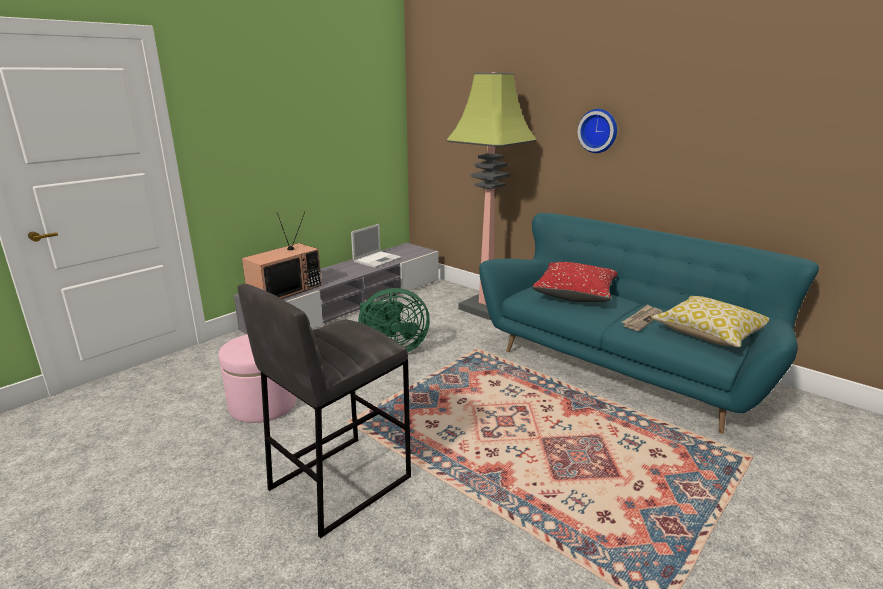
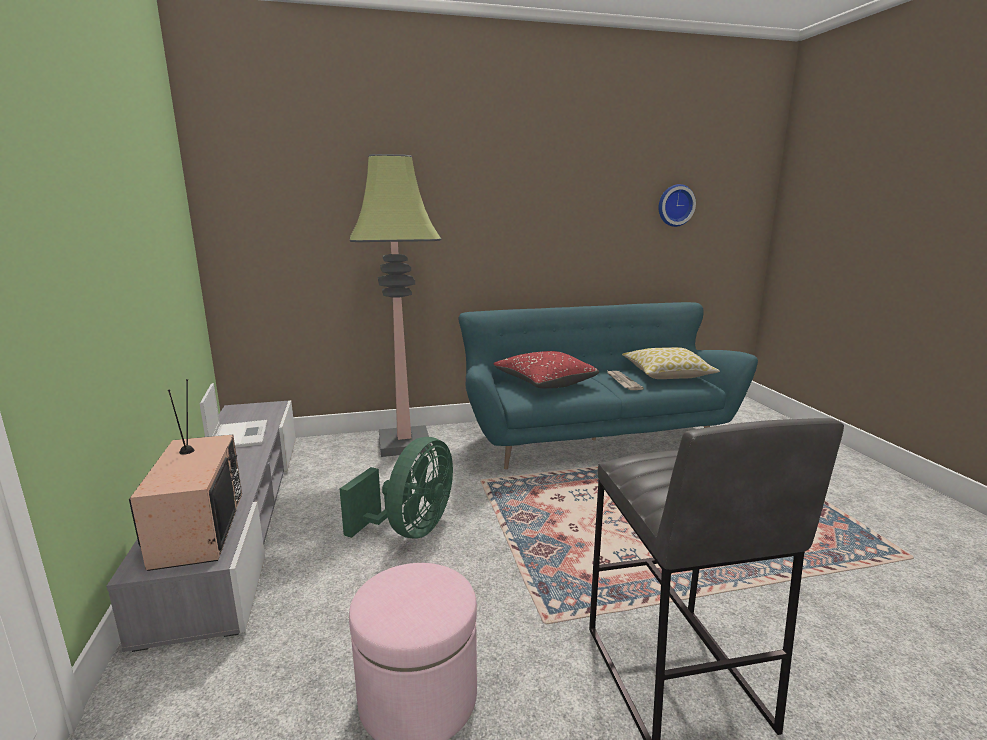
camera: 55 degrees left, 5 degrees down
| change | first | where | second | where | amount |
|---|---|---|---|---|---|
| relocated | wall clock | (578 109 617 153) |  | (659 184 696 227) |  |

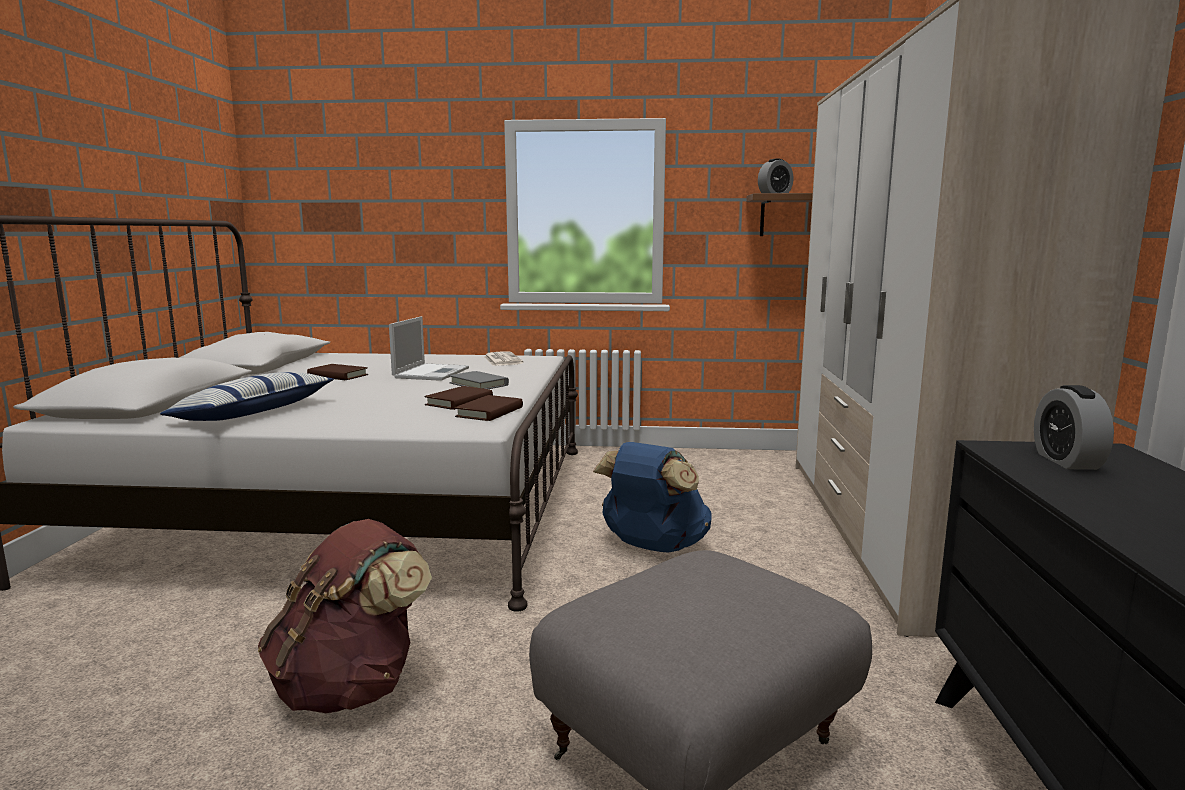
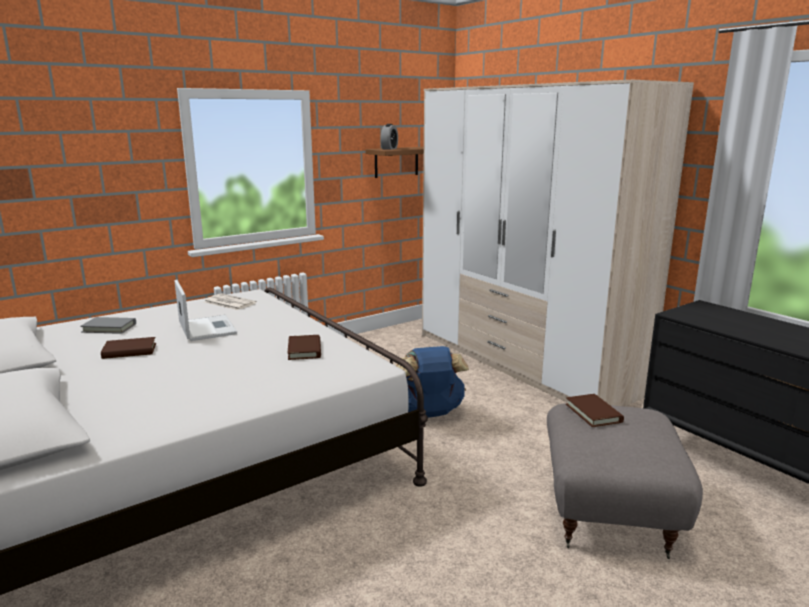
camera: 40 degrees left, 5 degrees up
| change | first | where | second | where | amount |
|---|---|---|---|---|---|
| relocated | grey book | (449 371 509 389) |  | (80 317 136 334) |  |
| missing | pillow | (160 372 334 421) |  |  |  |
| missing | alarm clock | (1034 385 1114 470) |  |  |  |
| relocated | brown book | (455 395 523 421) |  | (566 394 624 427) |  |
| missing | brown backpack | (258 519 432 713) |  |  |  |

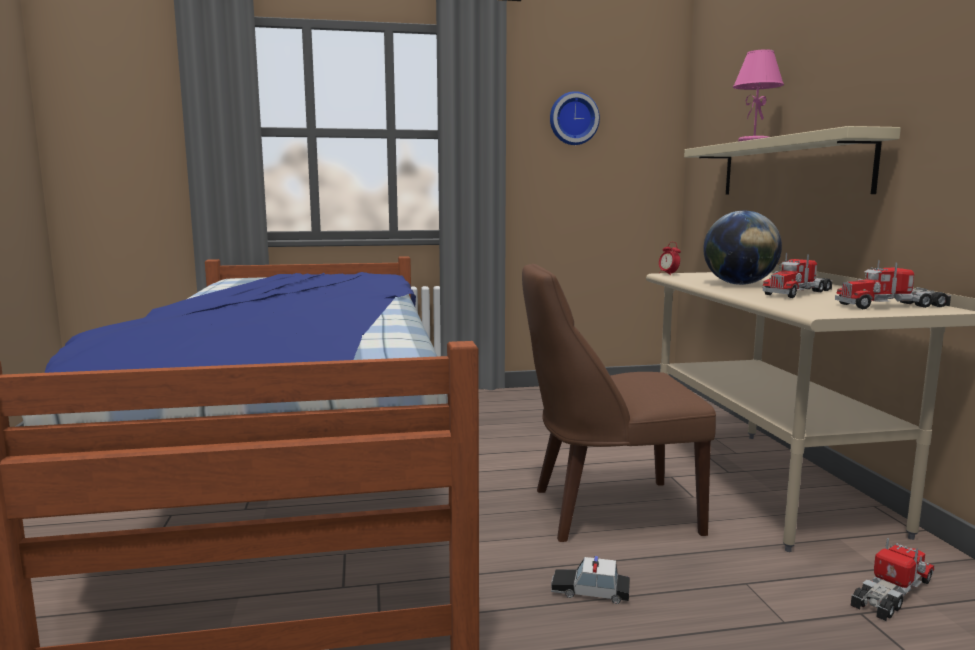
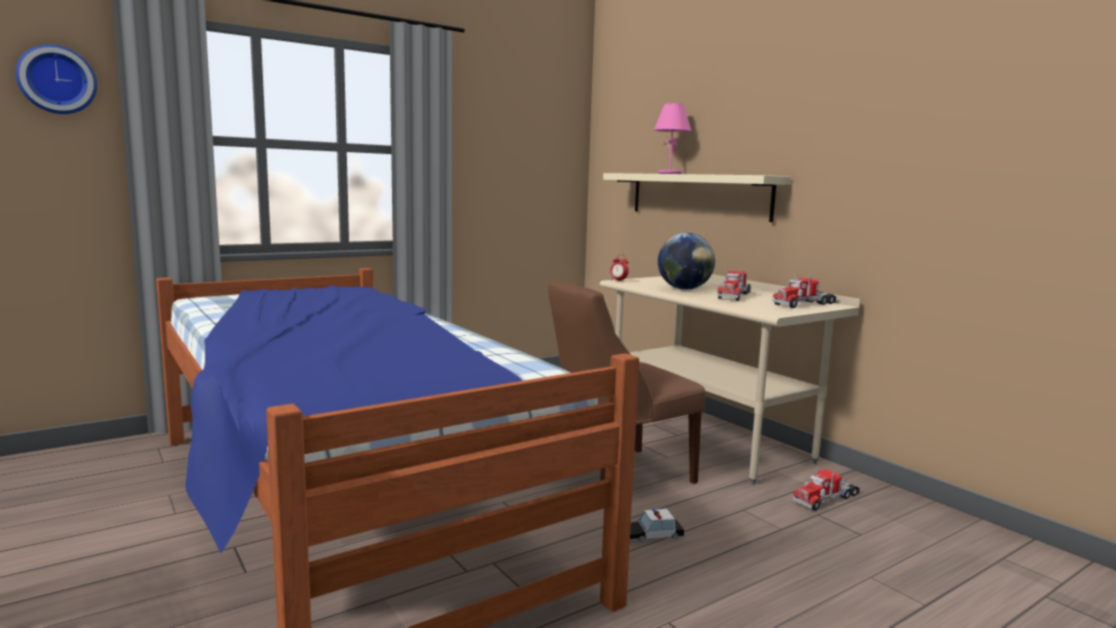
camera: 25 degrees left, 0 degrees up
| change | first | where | second | where | amount |
|---|---|---|---|---|---|
| relocated | wall clock | (550 91 600 145) |  | (16 45 97 114) |  |
| spun | toy truck | (851 538 934 621) |  | (793 467 859 511) | 150 degrees counterclockwise |

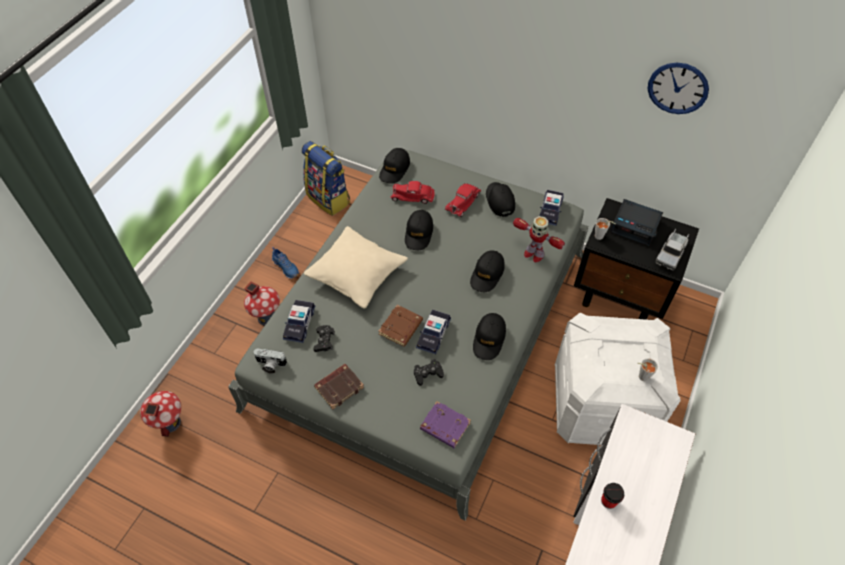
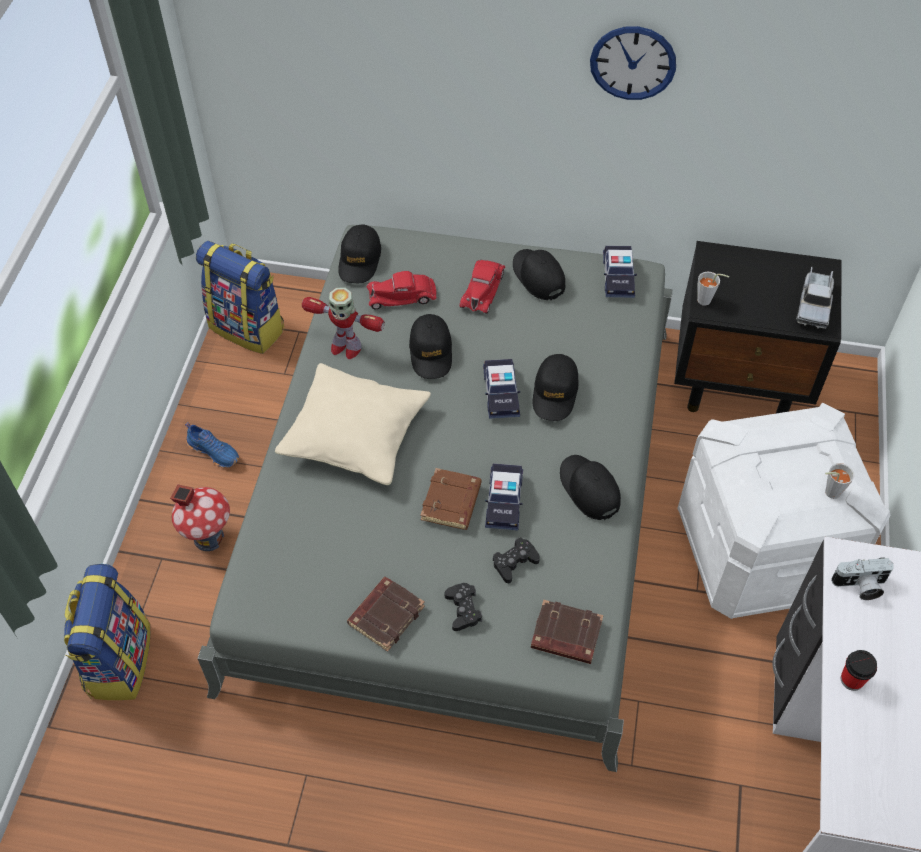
camera: 15 degrees left, 0 degrees up
| change | first | where | second | where | amount |
|---|---|---|---|---|---|
| relocated | wall clock | (648 63 709 114) |  | (590 26 676 100) |  |
| missing | alarm clock | (610 199 663 246) |  |  |  |
| relocated | toy robot | (513 216 565 262) |  | (302 288 385 359) |  |
| relocated | toy car | (283 300 315 343) |  | (483 359 520 419) |  |
| spun | black cap | (473 313 506 360) |  | (560 455 621 521) | 150 degrees clockwise |
| relocated | black game controller | (313 325 335 352) |  | (444 583 482 631) |  |
| relocated | photo camera | (253 349 287 374) |  | (831 557 894 600) |  |
| missing | toy house | (140 391 181 437) |  |  |  |
| colour | purple book | (420 401 471 448) | brown book | (531 600 603 664) |  |
| appeared |  |  | backpack | (64 564 150 700) |  |

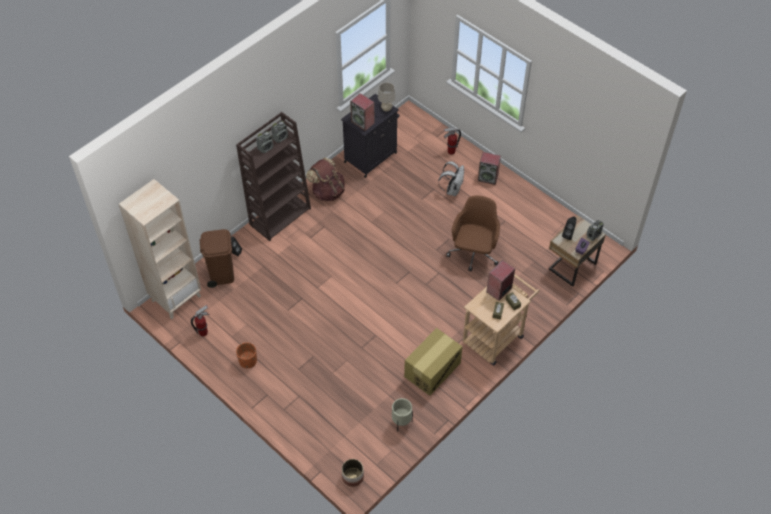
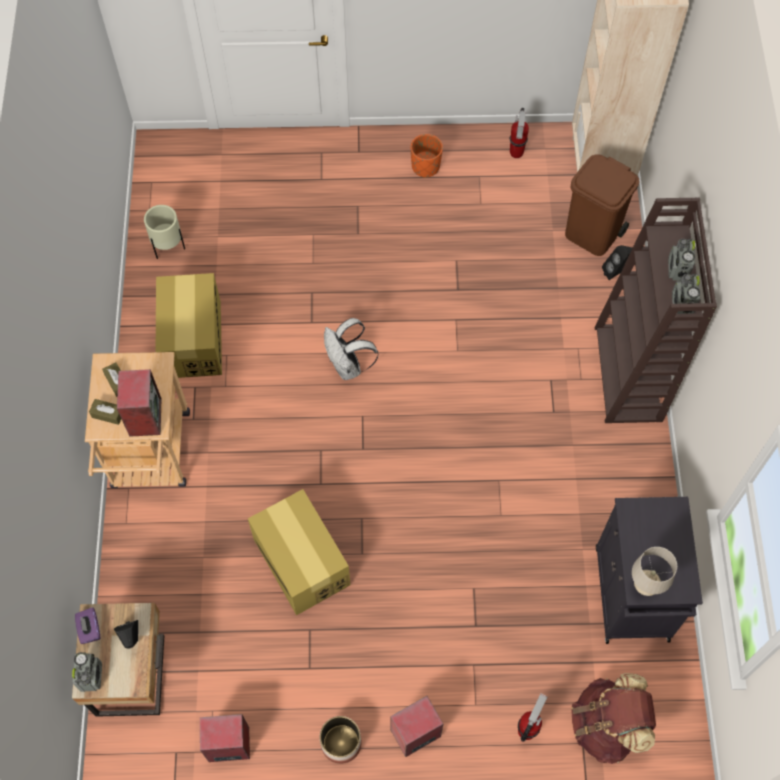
camera: 135 degrees right, 10 degrees up
| change | first | where | second | where | amount |
|---|---|---|---|---|---|
| relocated | speaker | (350 93 375 131) |  | (200 714 250 762) |  |
| relocated | brown backpack | (306 158 345 201) |  | (571 673 656 764) |  |
| relocated | white backpack | (438 161 464 196) |  | (324 318 379 380) |  |
| exchanged | brown office chair | (446 196 500 271) | cardboard box | (248 489 350 615) |  |
| relocated | planter | (342 459 364 487) |  | (320 716 361 764) |  |

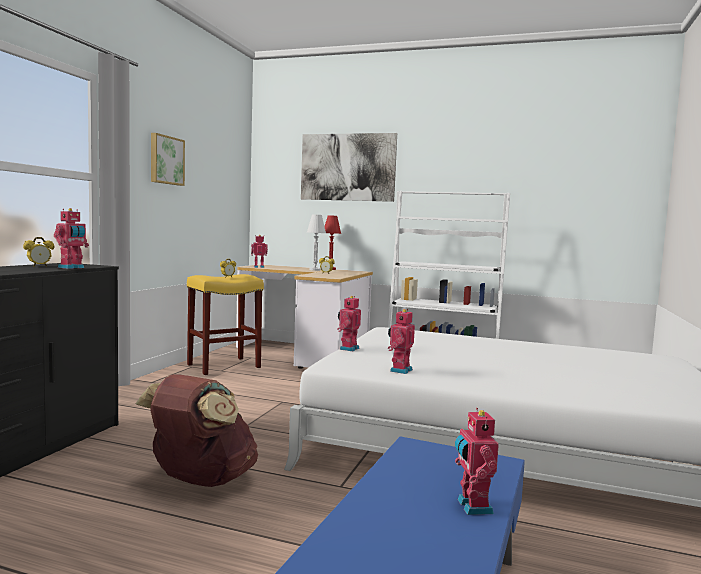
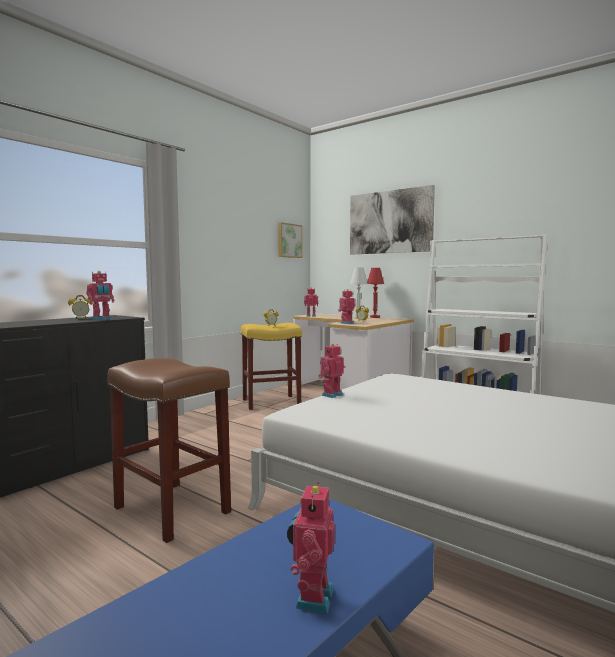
camera: 20 degrees right, 0 degrees up
| change | first | where | second | where | amount |
|---|---|---|---|---|---|
| relocated | picture | (151 133 185 186) |  | (278 222 303 258) |  |
| relocated | toy robot | (388 309 415 374) |  | (338 289 355 324) |  |
| exchanged | brown backpack | (135 374 258 487) | brown stool | (107 358 231 543) |  |

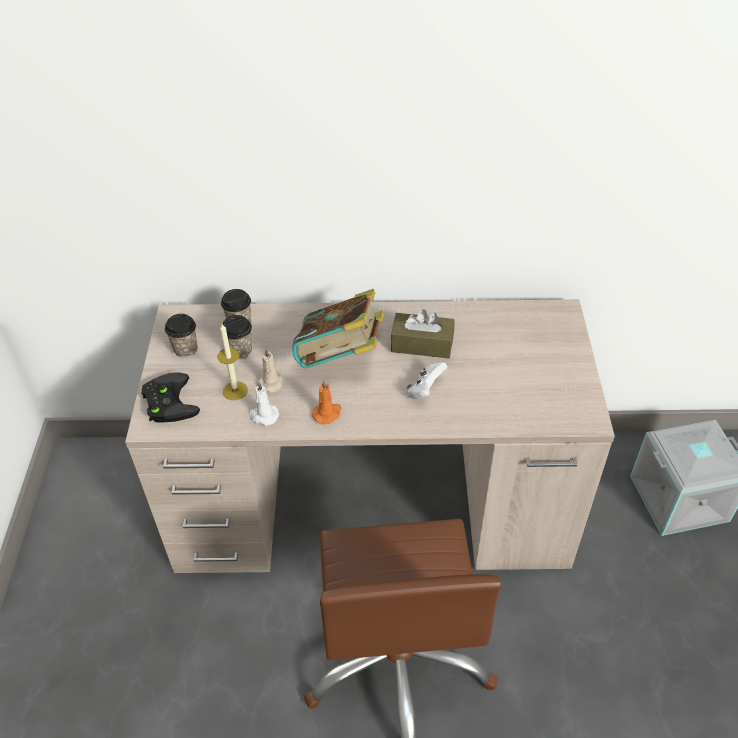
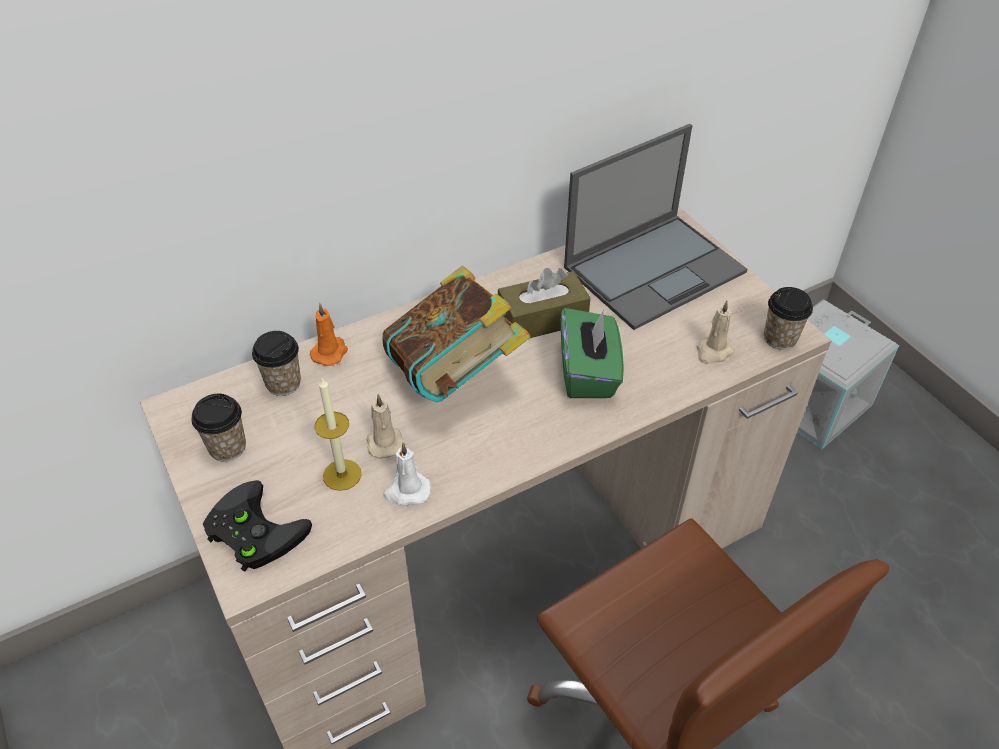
camera: 30 degrees left, 0 degrees up
| change | first | where | second | where | amount |
|---|---|---|---|---|---|
| relocated | cup | (222 315 252 359) |  | (764 287 813 350) |  |
| exchanged | white game controller | (407 362 447 399) | green tissue box | (561 308 624 398) |  |
| relocated | orange candle | (312 380 341 424) |  | (310 303 348 366) |  |
| appeared |  |  | laptop | (564 124 747 330) |  |
| appeared |  |  | beige candle | (697 301 735 364) |  |

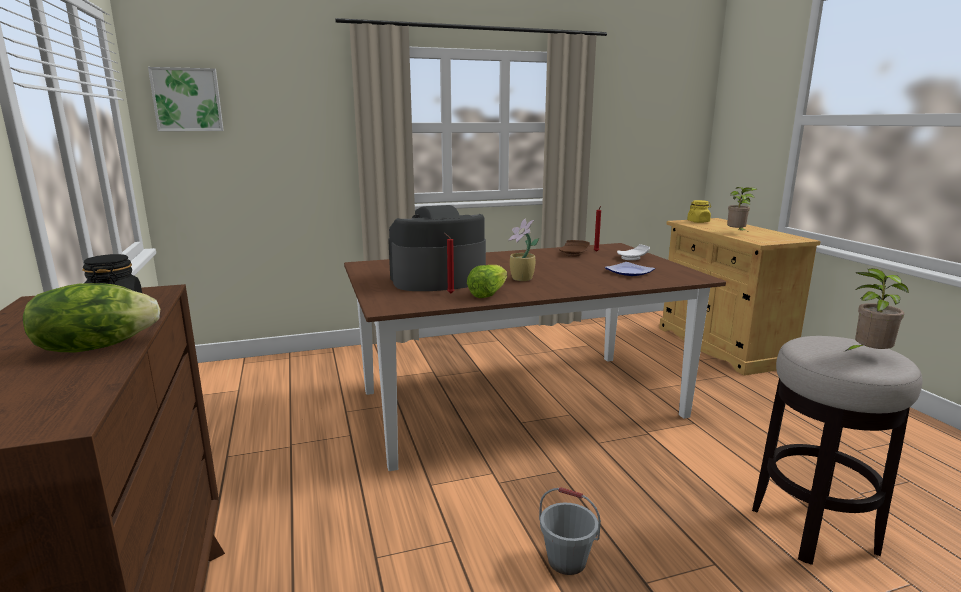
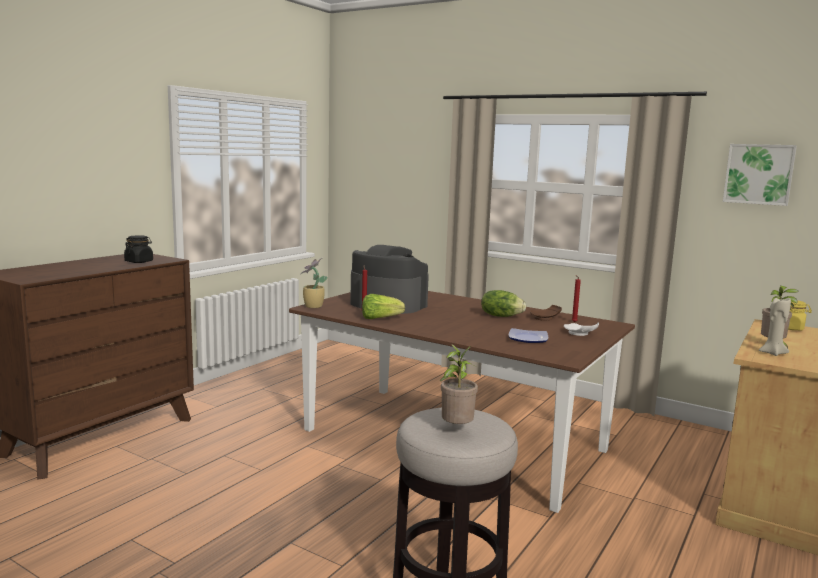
camera: 50 degrees right, 5 degrees down
| change | first | where | second | where | amount |
|---|---|---|---|---|---|
| relocated | picture | (148 67 224 131) |  | (723 144 797 206) |  |
| relocated | potted plant | (508 219 539 281) |  | (300 258 328 308) |  |
| relocated | lettuce | (23 283 160 352) |  | (481 290 526 317) |  |
| missing | grey bucket | (539 487 601 575) |  |  |  |
| appeared |  |  | beige candle | (759 296 791 356) |  |

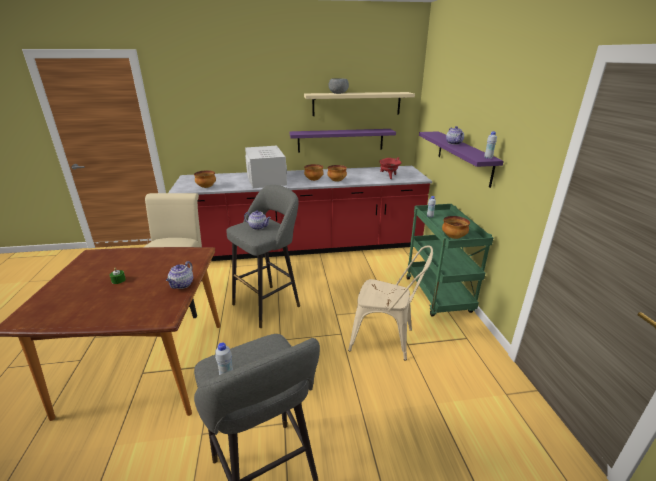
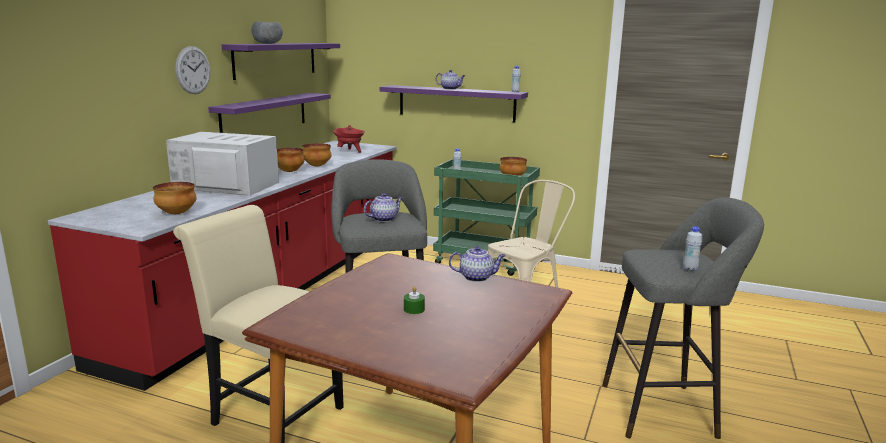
camera: 60 degrees left, 10 degrees down
| change | first | where | second | where | amount |
|---|---|---|---|---|---|
| colour | beige shelf | (304 92 415 116) | purple shelf | (222 43 340 80) |  |
| spun | teapot | (166 261 193 289) |  | (449 246 506 282) | 45 degrees counterclockwise |
| appeared |  |  | wall clock | (176 46 210 94) |  |

